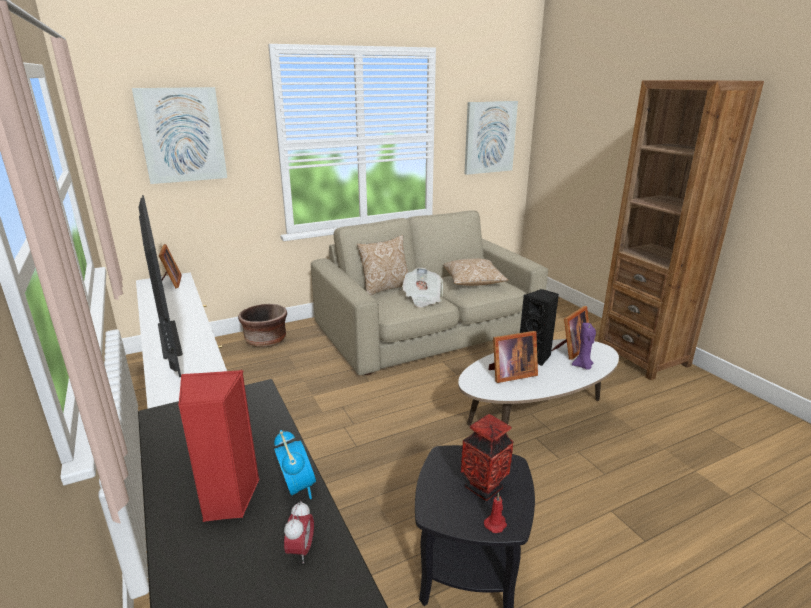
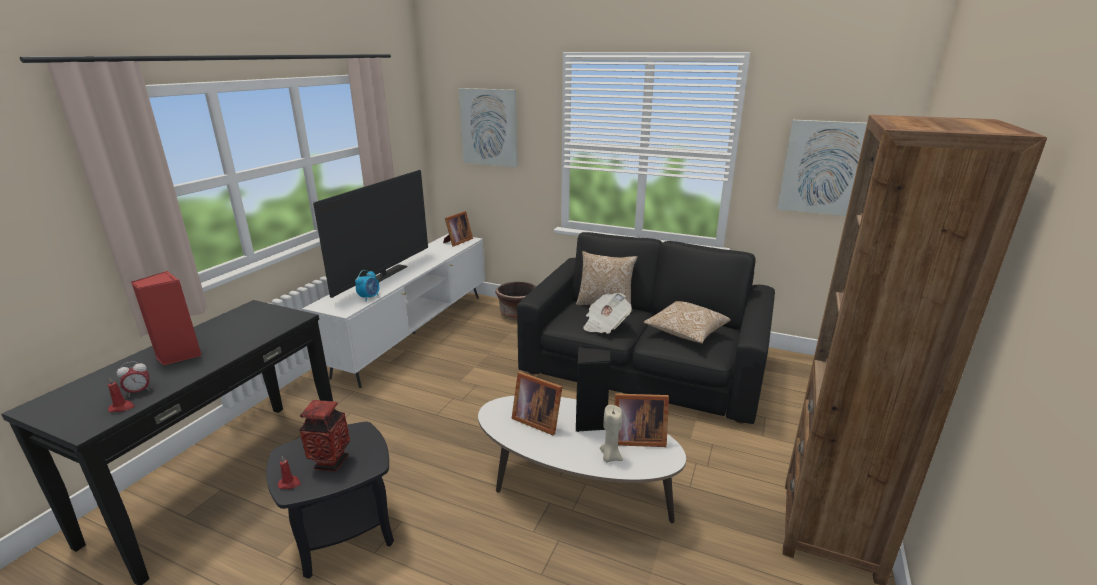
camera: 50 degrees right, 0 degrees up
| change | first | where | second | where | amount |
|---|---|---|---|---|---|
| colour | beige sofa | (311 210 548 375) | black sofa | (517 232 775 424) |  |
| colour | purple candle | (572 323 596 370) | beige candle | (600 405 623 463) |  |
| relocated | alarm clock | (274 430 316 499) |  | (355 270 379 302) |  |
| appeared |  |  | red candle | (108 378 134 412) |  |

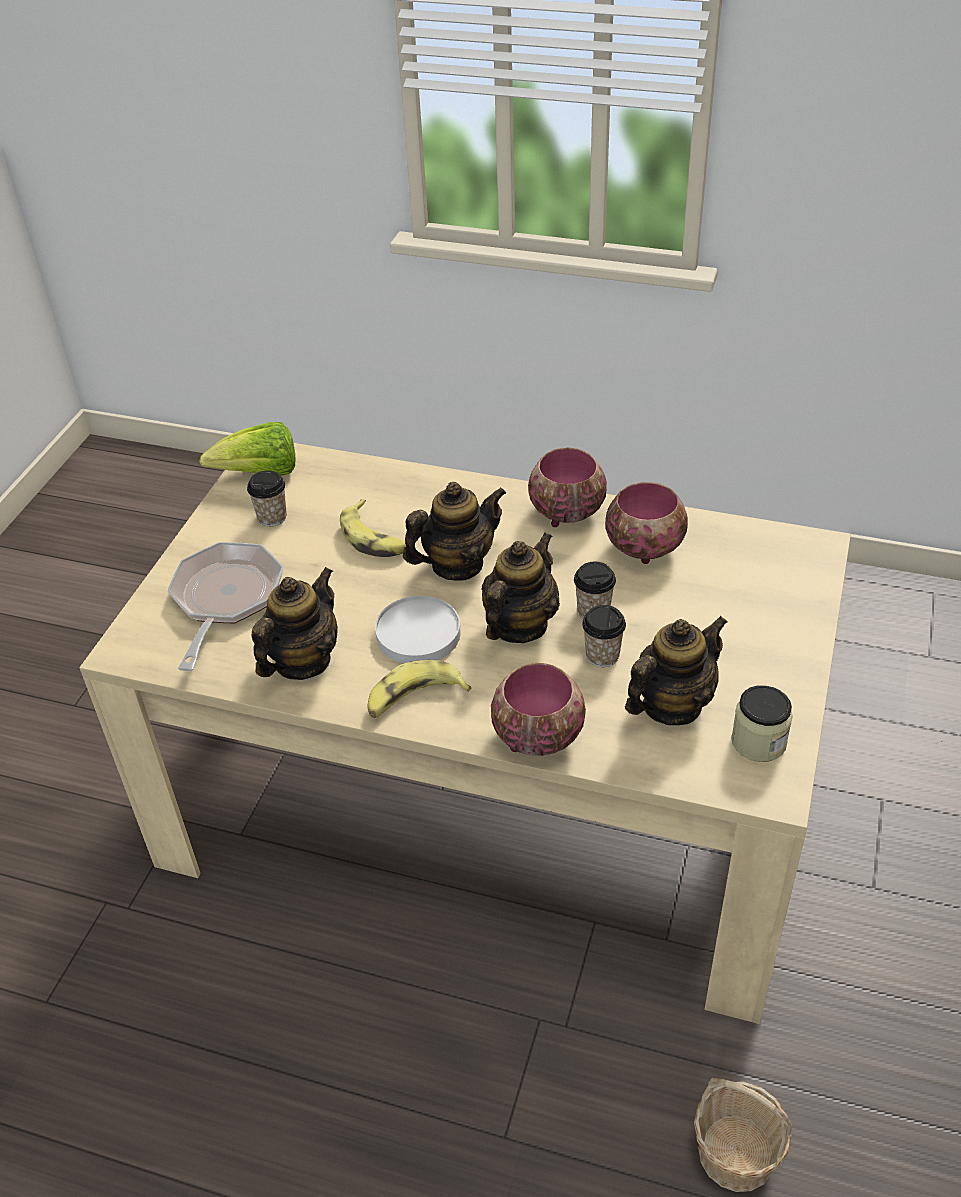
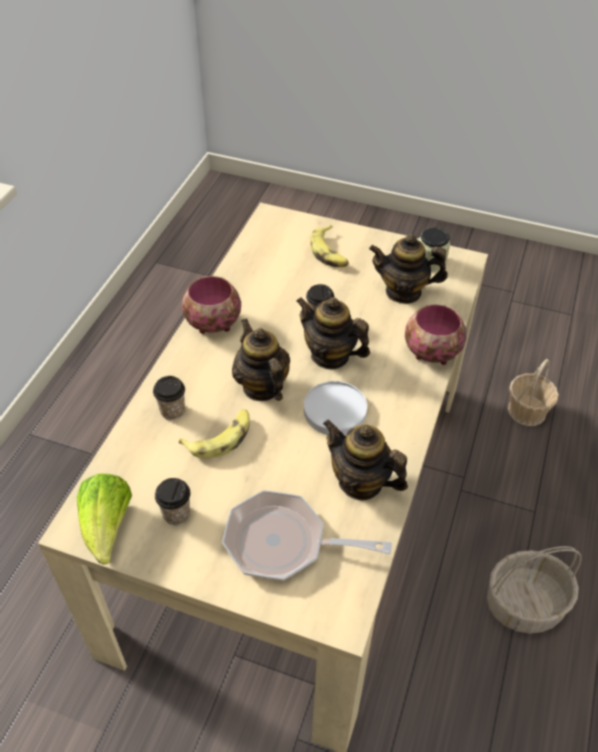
camera: 90 degrees left, 5 degrees up
| change | first | where | second | where | amount |
|---|---|---|---|---|---|
| missing | bowl | (605 482 688 564) |  |  |  |
| relocated | cup | (582 605 626 667) |  | (153 376 185 420) |  |
| spun | teapot | (625 616 728 725) |  | (369 234 448 304) | 45 degrees counterclockwise |
| relocated | banana | (367 660 471 718) |  | (310 225 349 267) |  |
| appeared |  |  | basket | (487 546 581 634) |  |

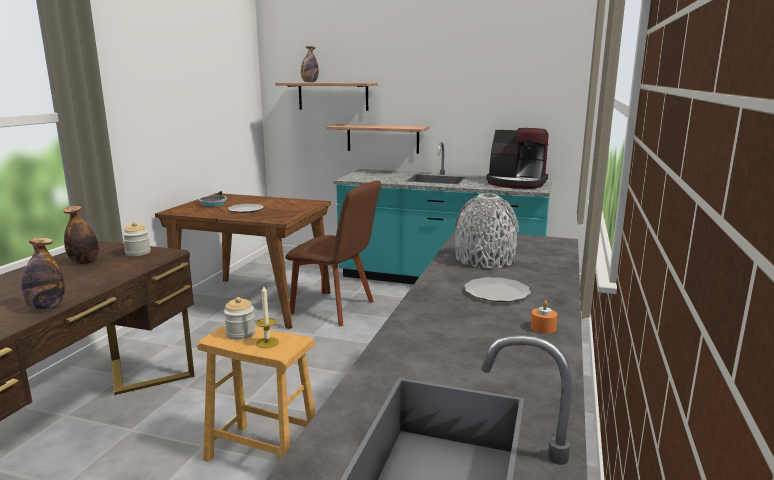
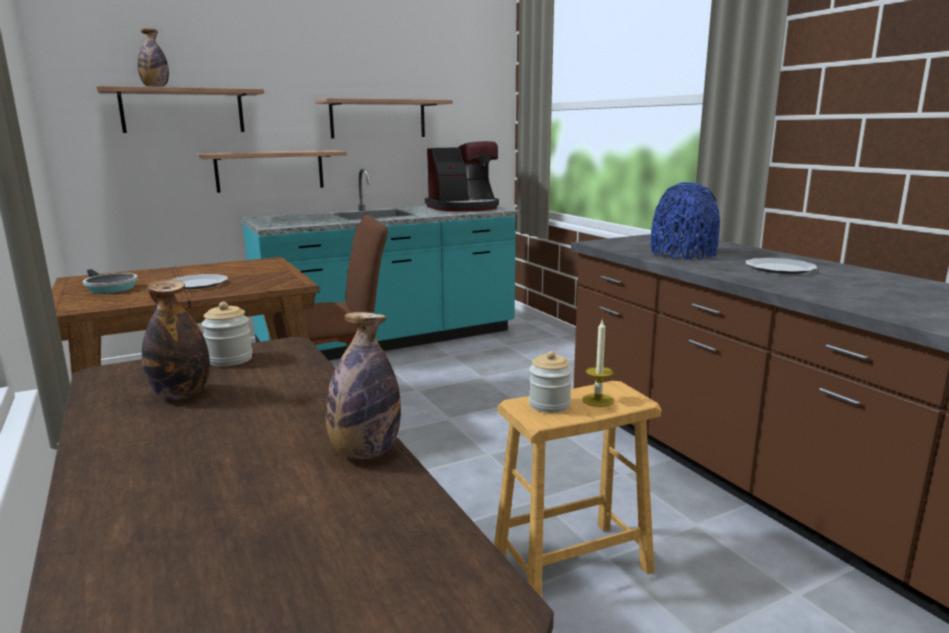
camera: 45 degrees left, 0 degrees up
| change | first | where | second | where | amount |
|---|---|---|---|---|---|
| colour | grey vase | (455 194 519 268) | blue vase | (651 183 720 260) |  |
| missing | orange candle | (531 300 557 333) |  |  |  |
| appeared |  |  | shelf | (315 98 453 138) |  |

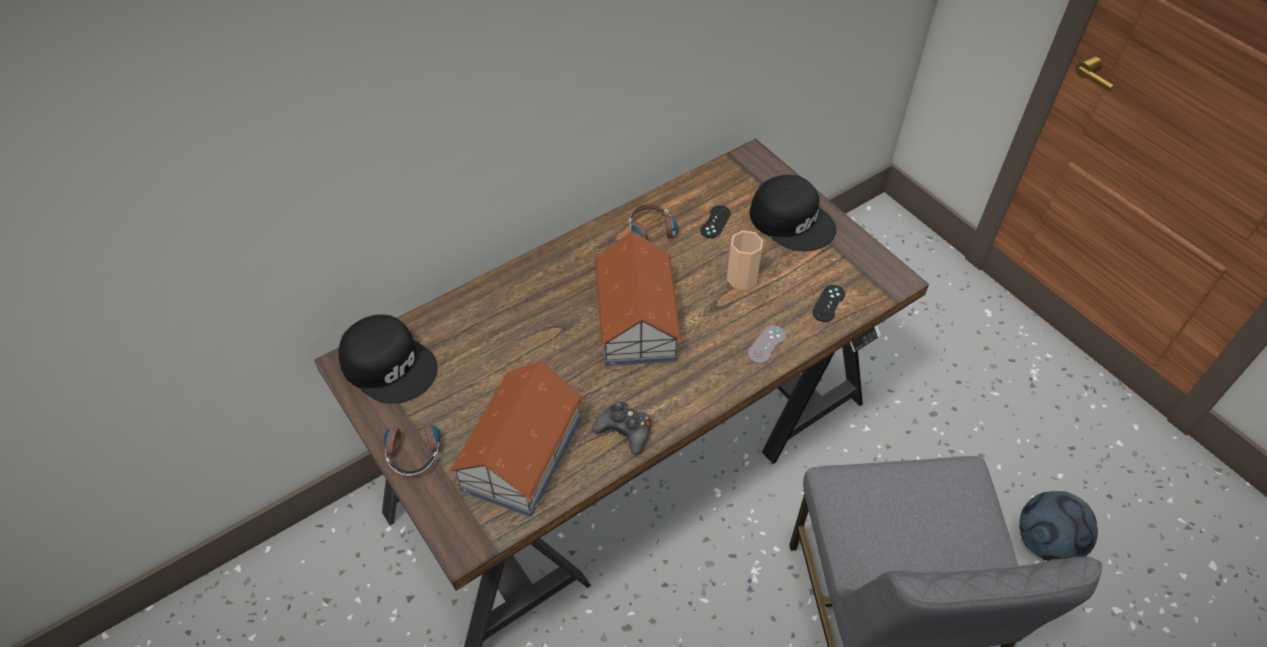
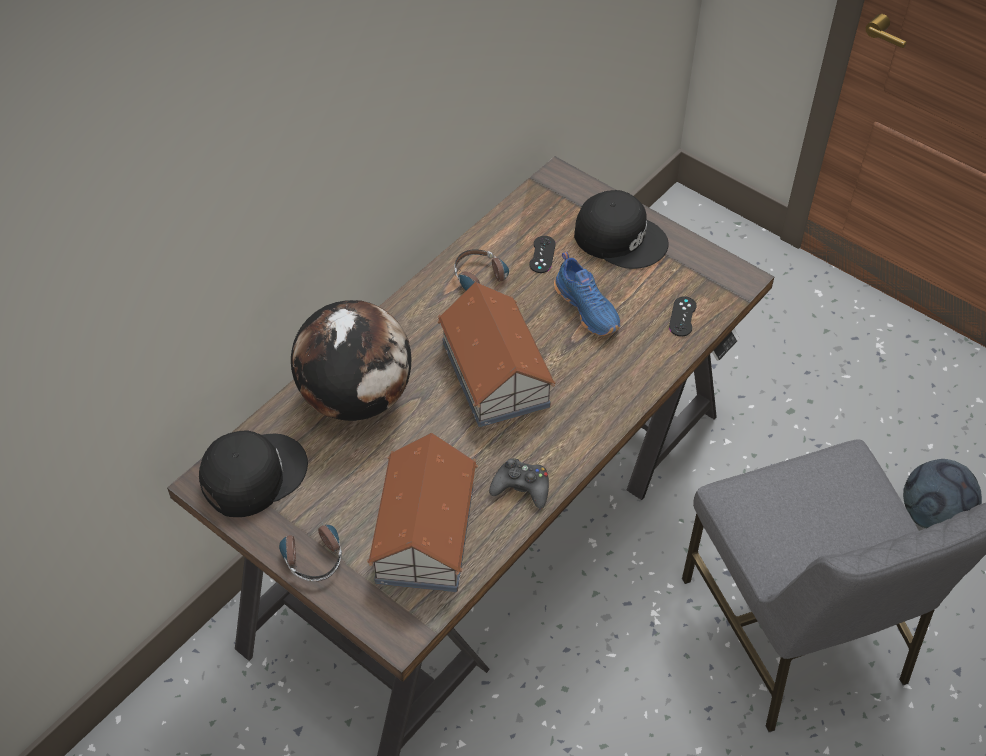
camera: 15 degrees left, 0 degrees up
| change | first | where | second | where | amount |
|---|---|---|---|---|---|
| exchanged | cup | (727 231 763 290) | blue shoe | (554 252 620 336) |  |
| spun | black cap | (338 315 438 404) |  | (199 430 308 517) | 60 degrees counterclockwise |
| missing | grey game controller | (748 326 786 364) |  |  |  |
| appeared |  |  | globe | (291 300 412 421) |  |

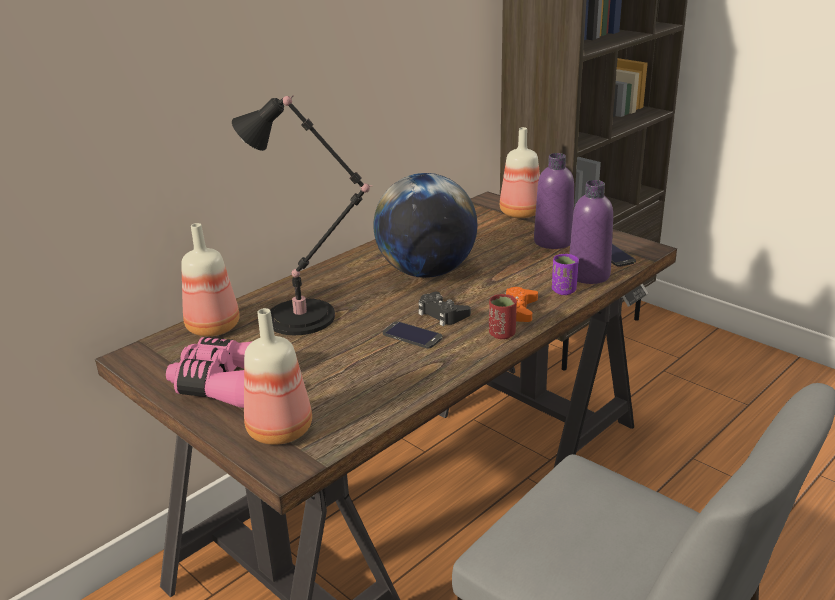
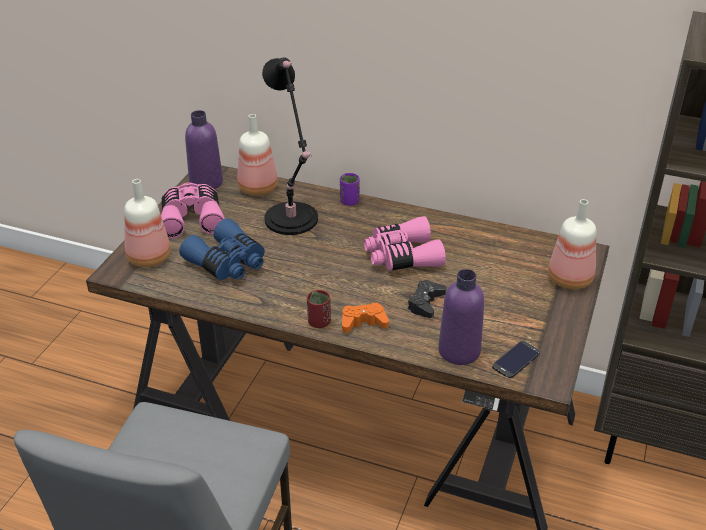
camera: 65 degrees right, 10 degrees up
| change | first | where | second | where | amount |
|---|---|---|---|---|---|
| relocated | purple bottle | (534 153 574 249) |  | (185 110 223 189) |  |
| exchanged | globe | (374 173 477 278) | pink binoculars | (364 216 446 271) |  |
| relocated | purple cup | (552 254 579 295) |  | (340 173 360 206) |  |
| relocated | black game controller | (418 292 471 326) |  | (407 280 447 318) |  |
| missing | phone | (383 321 443 349) |  |  |  |
| appeared |  |  | blue binoculars | (180 219 265 280) |  |

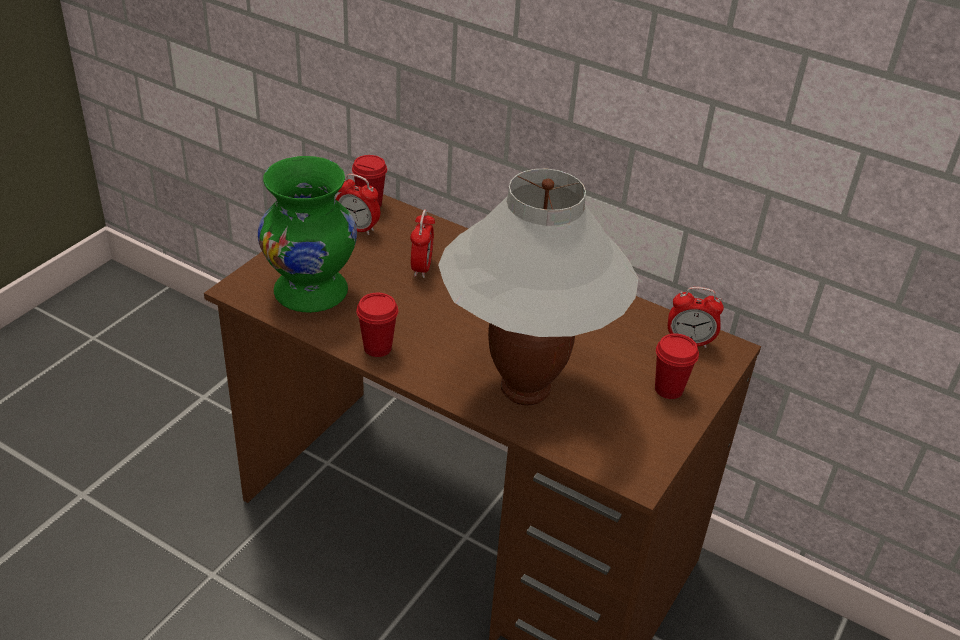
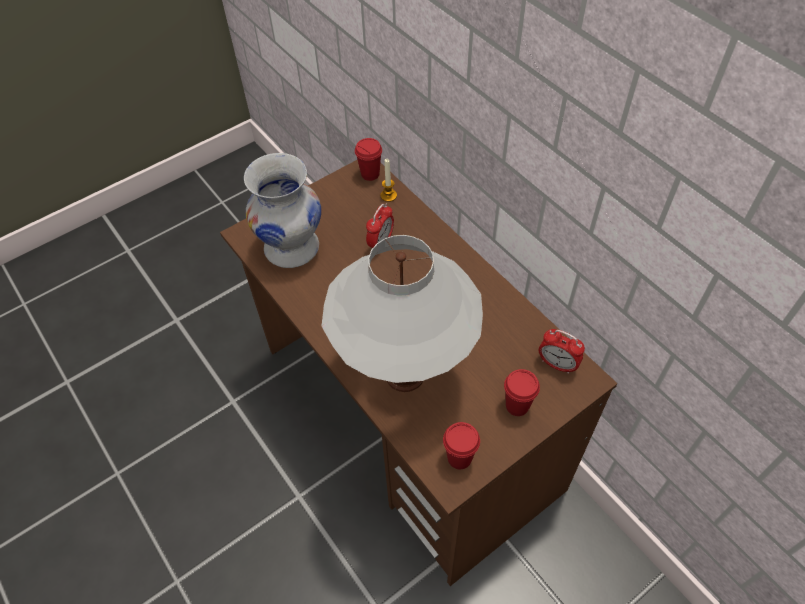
camera: 25 degrees right, 15 degrees up
| change | first | where | second | where | amount |
|---|---|---|---|---|---|
| colour | green vase | (258 156 357 313) | white vase | (244 153 321 268) |  |
| missing | alarm clock | (336 174 380 235) |  |  |  |
| relocated | red cup | (356 293 398 357) |  | (443 422 480 469) |  |
| appeared |  |  | candle | (380 159 397 202) |  |

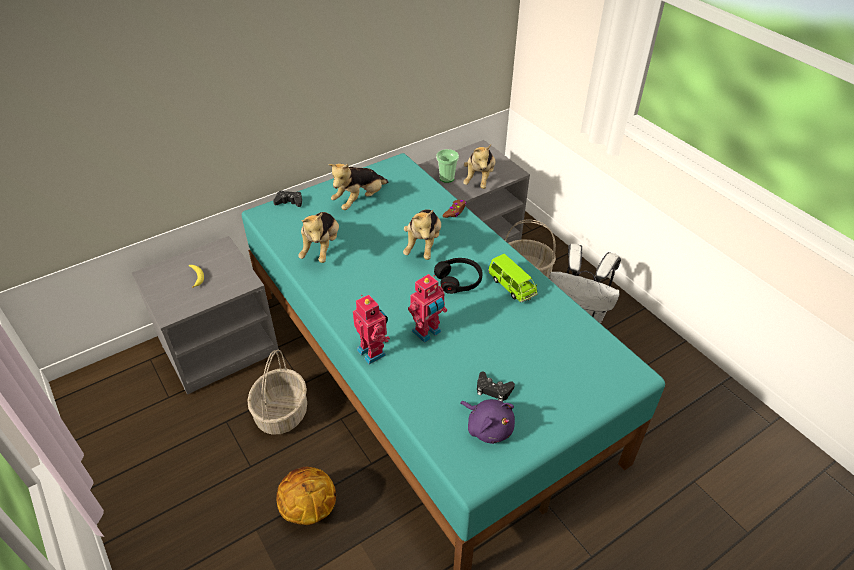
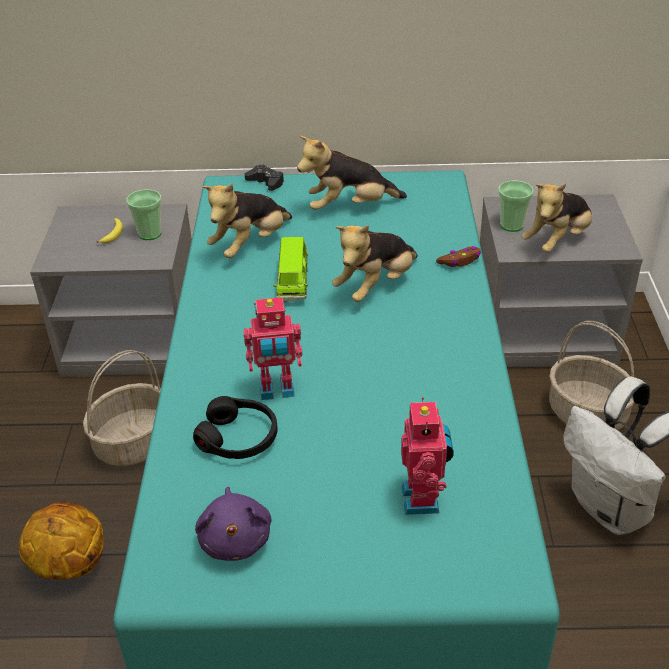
camera: 35 degrees right, 5 degrees down
| change | first | where | second | where | amount |
|---|---|---|---|---|---|
| relocated | green toy car | (488 254 538 302) |  | (274 237 308 302) |  |
| relocated | black headphones | (434 258 483 294) |  | (193 396 278 459) |  |
| relocated | toy robot | (353 295 390 364) |  | (401 397 454 515) |  |
| missing | black game controller | (477 372 515 402) |  |  |  |
| appeared |  |  | cup | (126 189 162 240) |  |

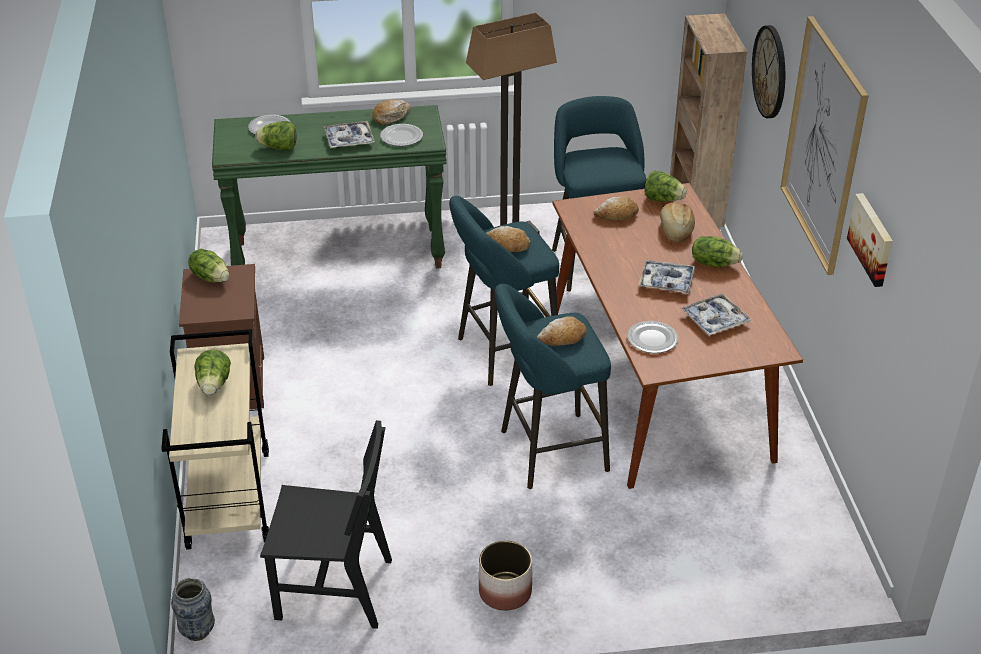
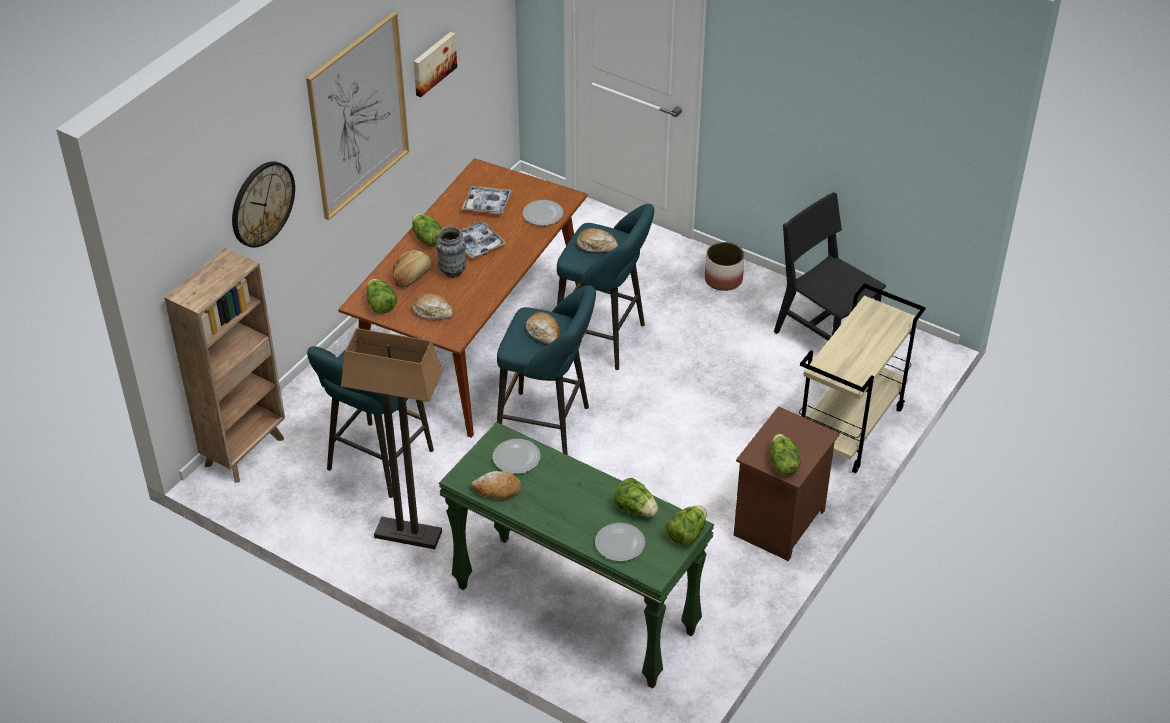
camera: 140 degrees left, 5 degrees up
| change | first | where | second | where | amount |
|---|---|---|---|---|---|
| missing | tray | (324 121 375 148) |  |  |  |
| relocated | lettuce | (194 350 231 395) |  | (666 505 707 546) |  |
| relocated | vase | (171 578 215 641) |  | (436 226 466 278) |  |

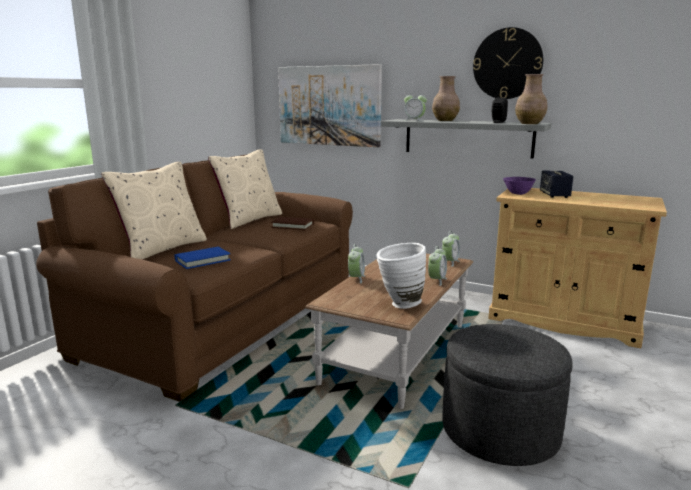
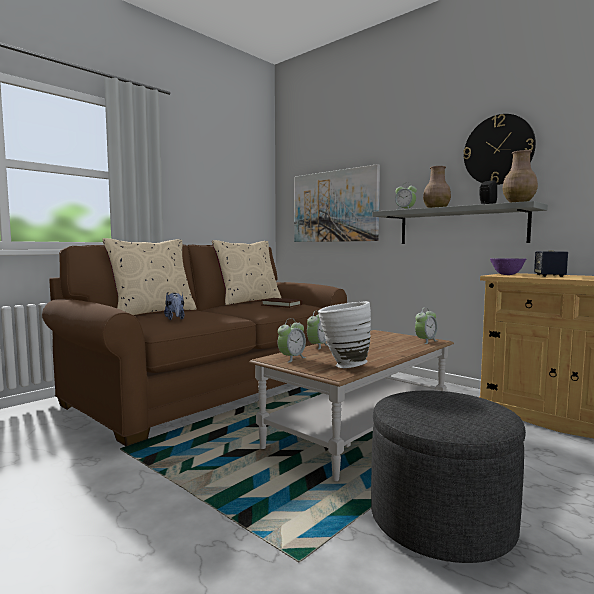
camera: 15 degrees right, 10 degrees down
| change | first | where | second | where | amount |
|---|---|---|---|---|---|
| relocated | alarm clock | (428 246 447 286) |  | (278 318 306 363) |  |
| exchanged | blue book | (175 247 231 269) | plush toy | (164 292 185 320) |  |

